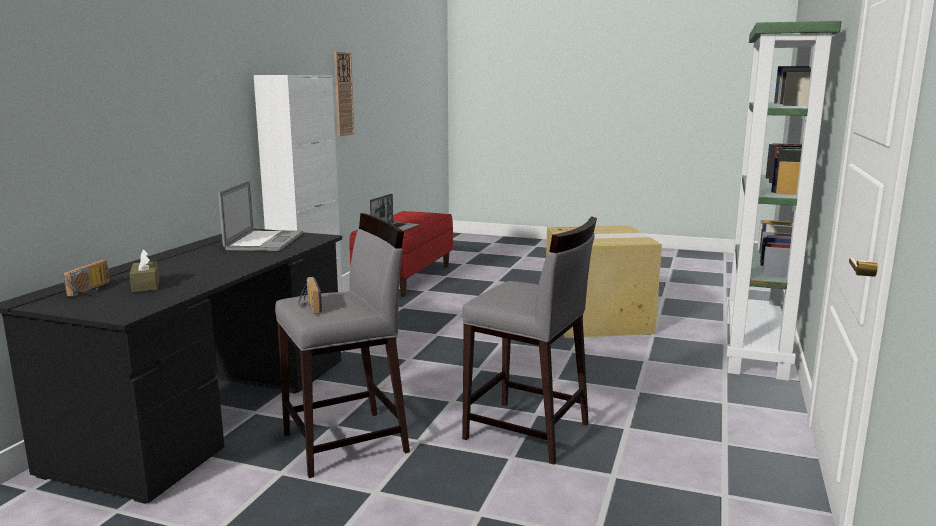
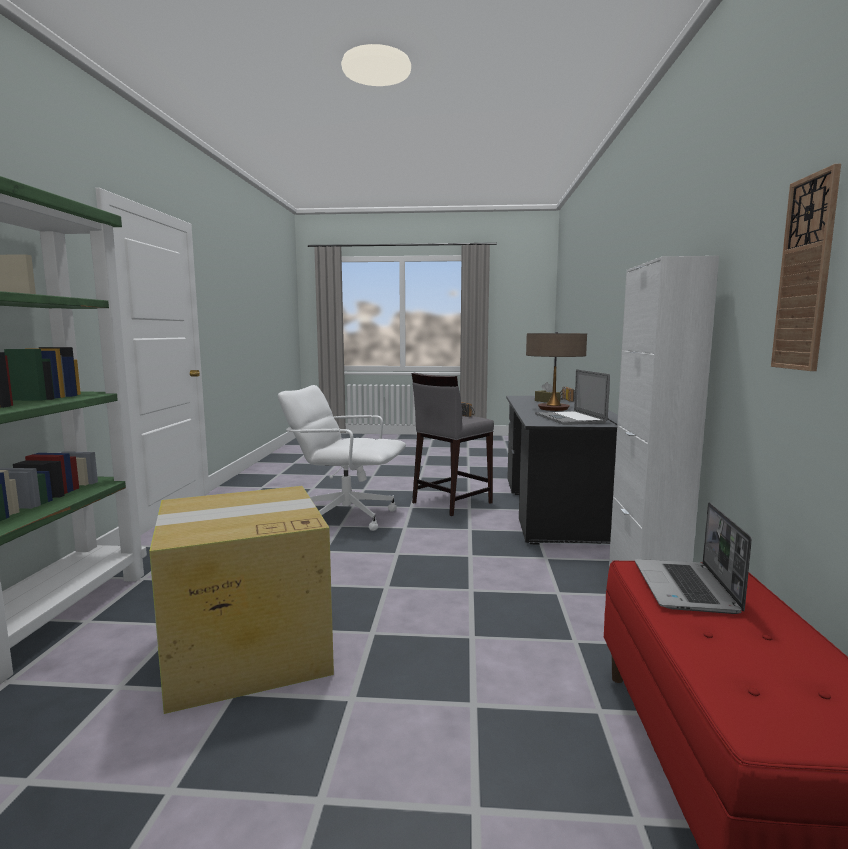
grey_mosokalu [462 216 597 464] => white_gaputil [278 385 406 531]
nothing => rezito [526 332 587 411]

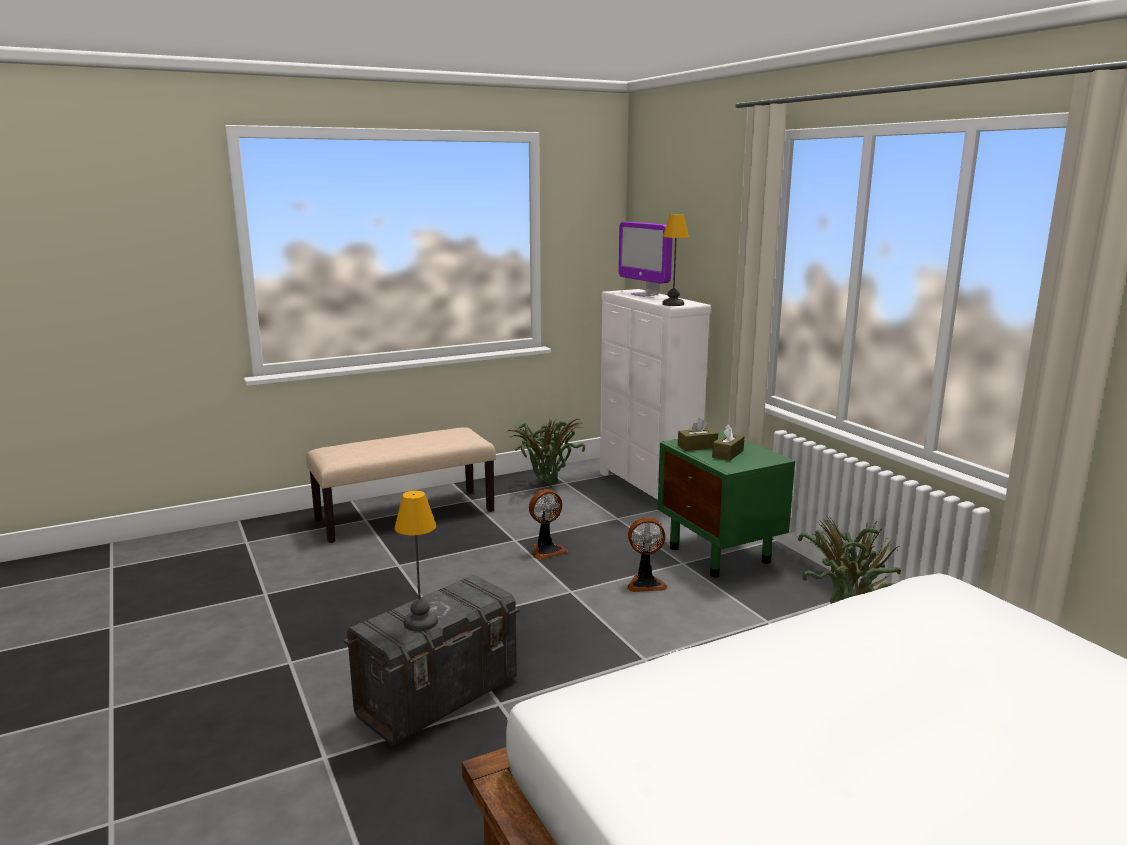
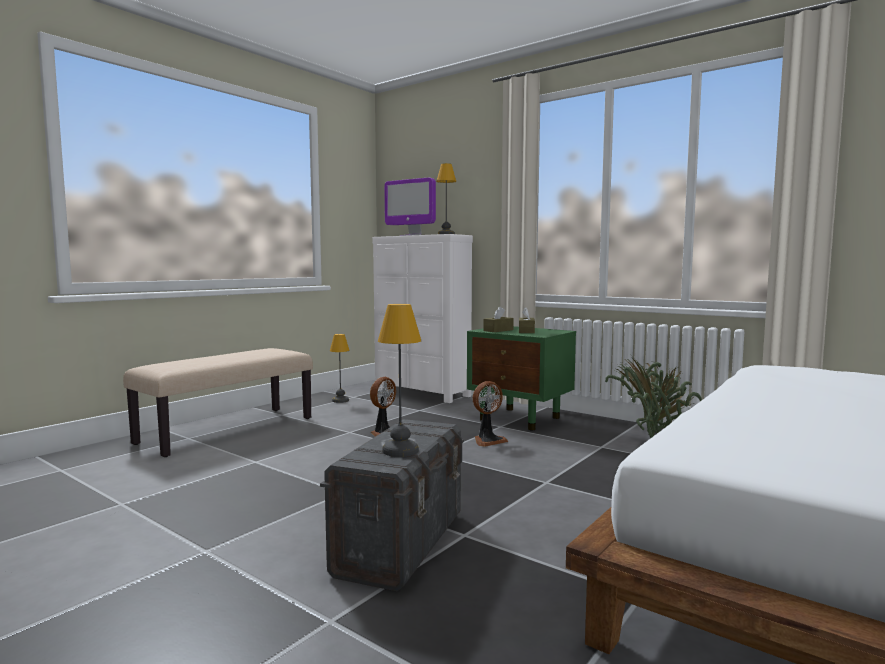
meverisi [505 417 585 488] => rezito [330 334 350 403]

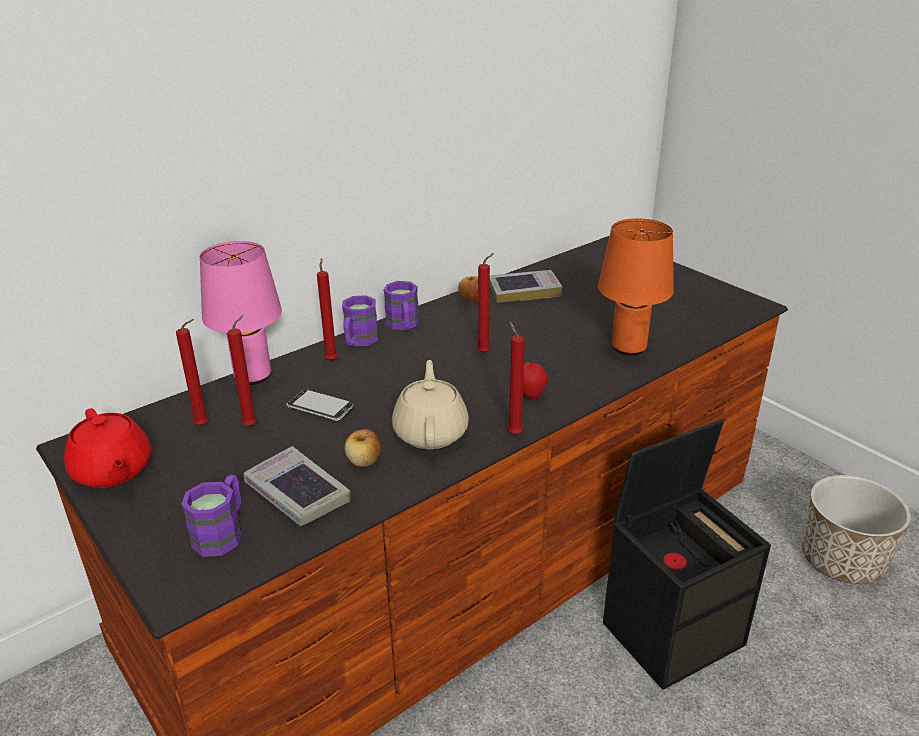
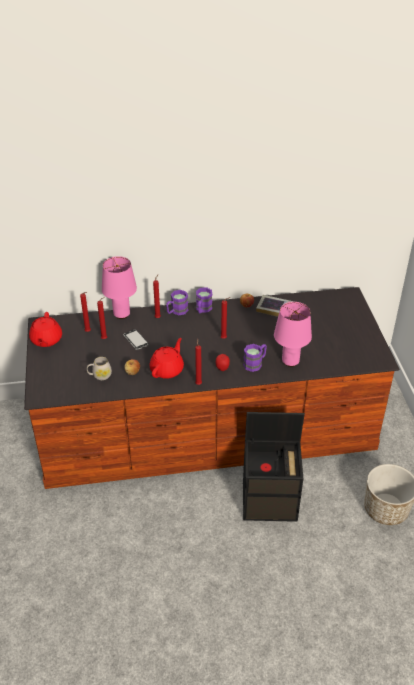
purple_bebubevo [181 475 241 557] => purple_bebubevo [243 344 267 372], moved
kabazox [244 446 350 526] => white_bebubevo [87 357 112 380]
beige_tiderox [392 360 469 449] => red_tiderox [150 338 184 379]
orange_rezito [598 218 674 356] => pink_rezito [274 302 312 367]

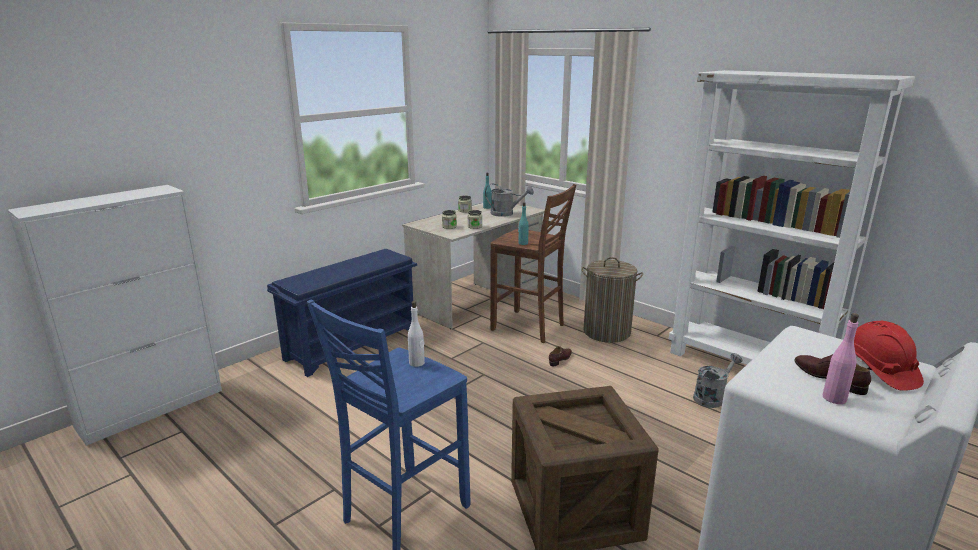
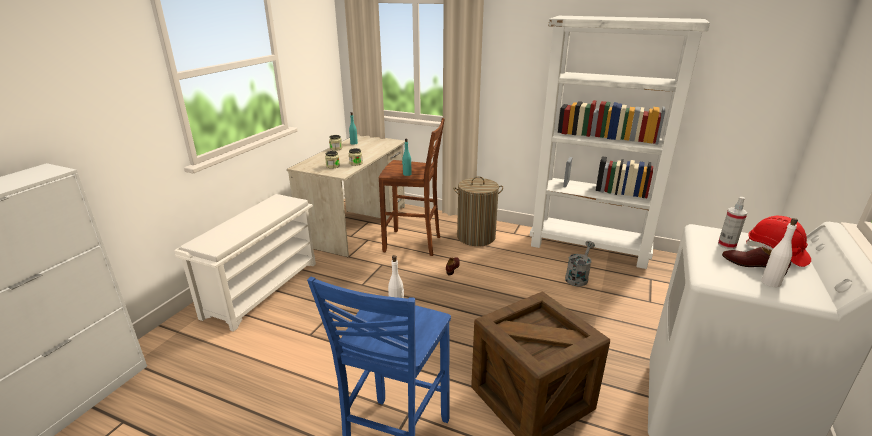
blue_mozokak [267 249 417 377] => white_mozokak [174 194 316 332]
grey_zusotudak [485 184 534 217] => nothing
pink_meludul [823 313 859 404] => white_meludul [761 218 798 287]
nothing => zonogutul [718 197 747 249]

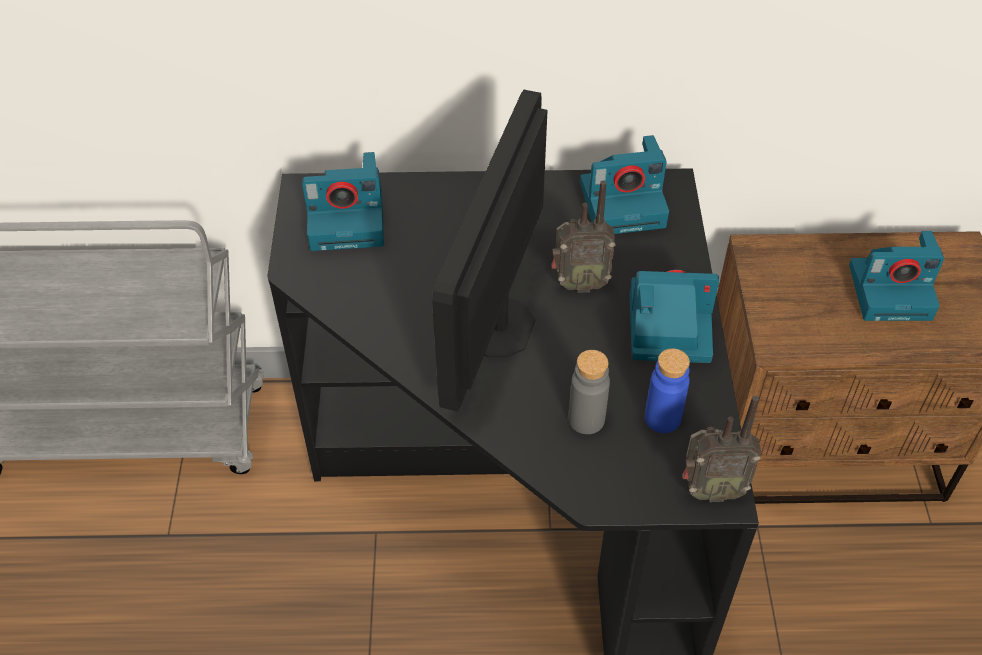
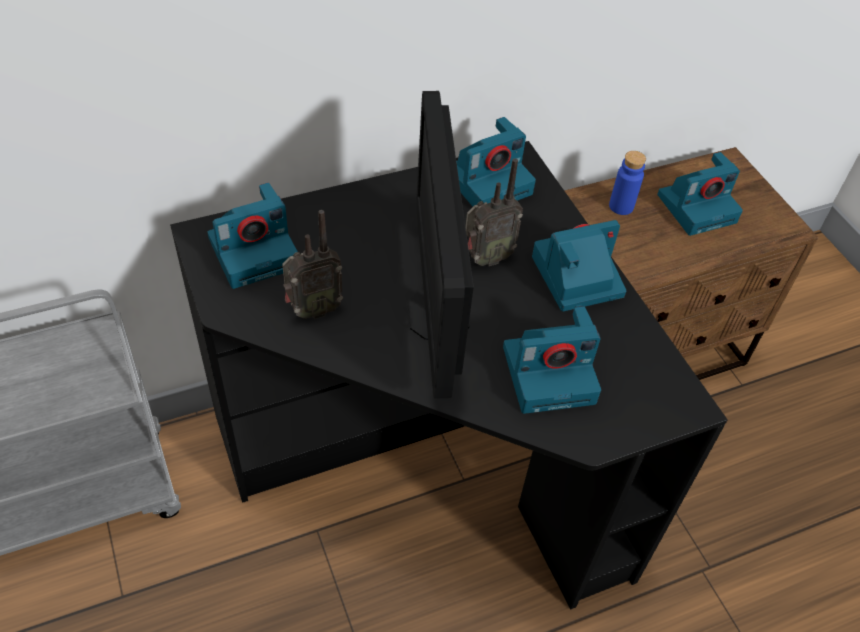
grey_meludul [569 350 610 434] => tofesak [503 306 601 414]
blue_meludul [645 348 690 433] => blue_meludul [609 151 646 215], moved
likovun [682 396 761 502] => likovun [282 210 343 319], moved

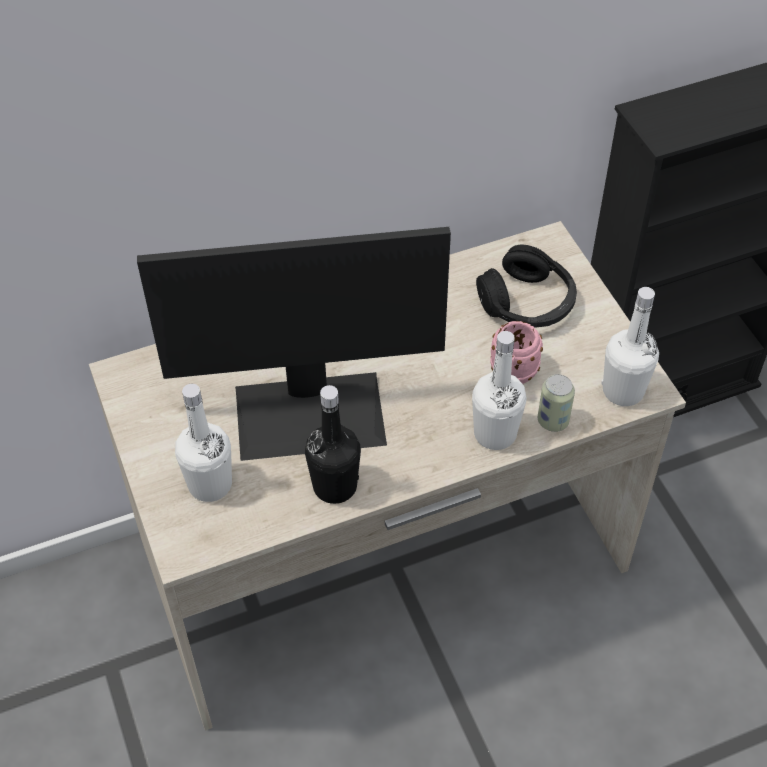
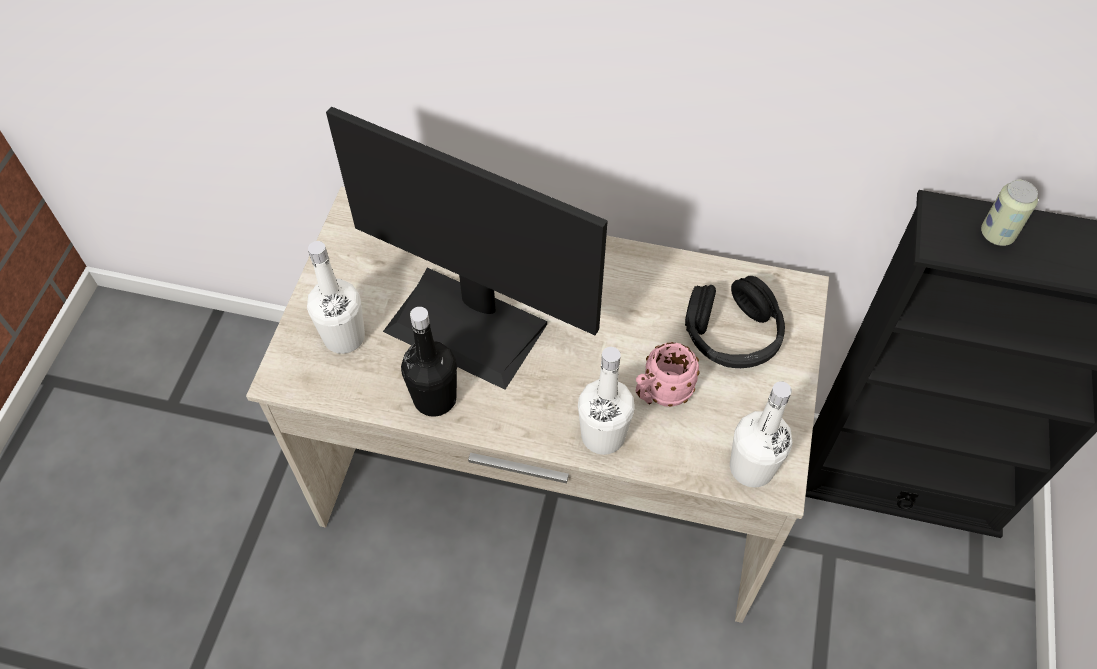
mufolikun [538 374 575 432] => mufolikun [981 180 1038 246], moved

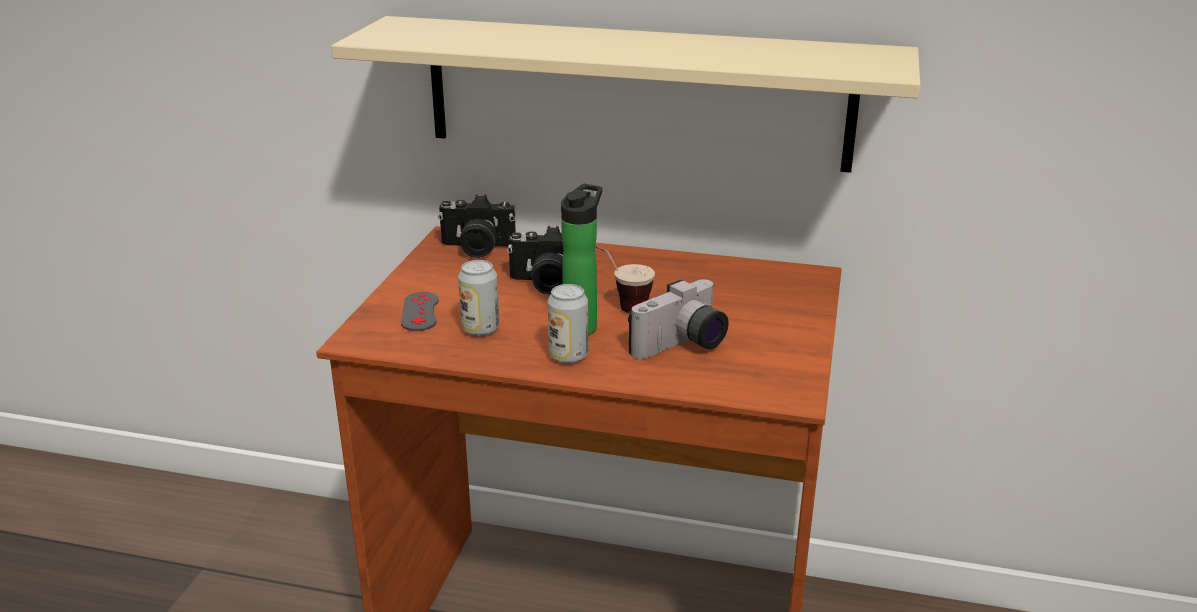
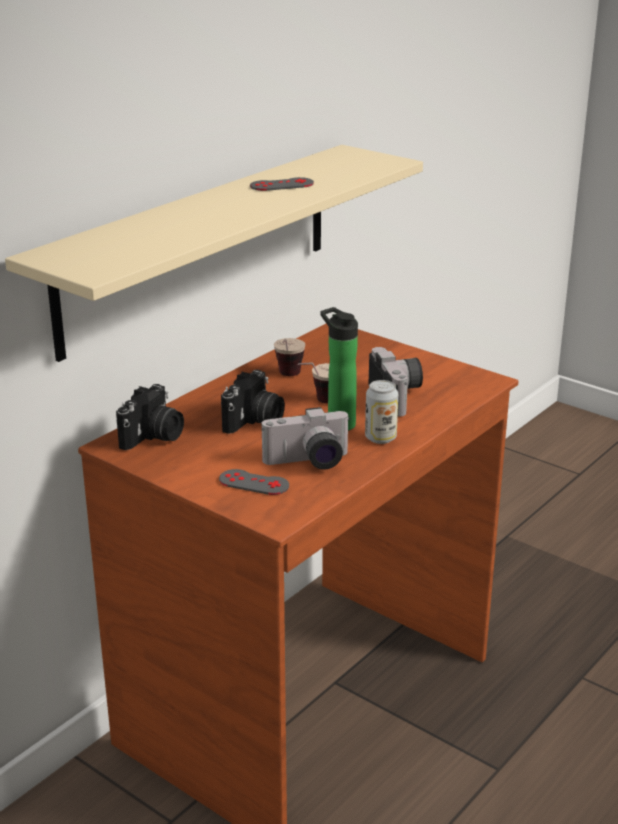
mufolikun [458 260 499 336] => tofesak [261 407 349 470]
nothing => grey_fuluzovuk [250 177 314 191]
nothing => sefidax [274 338 305 376]

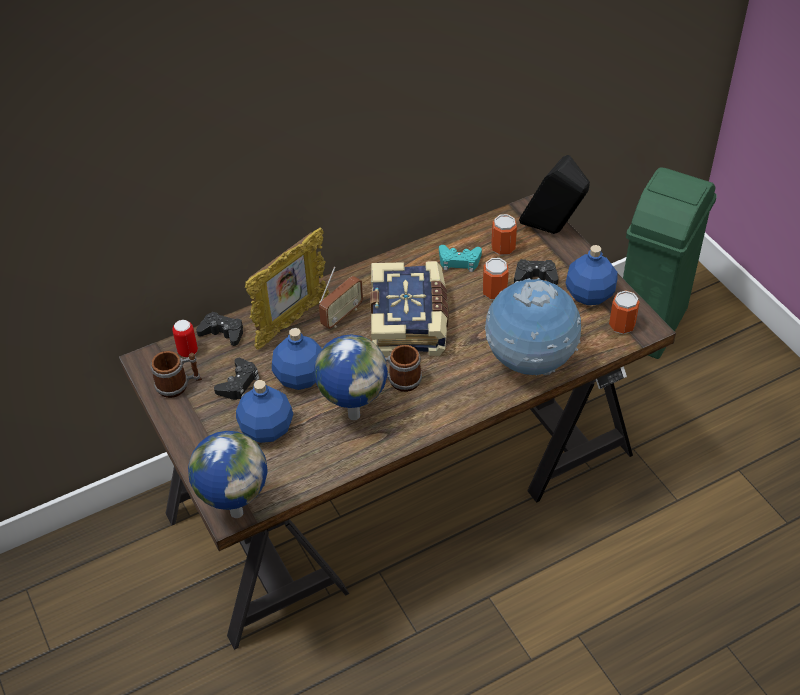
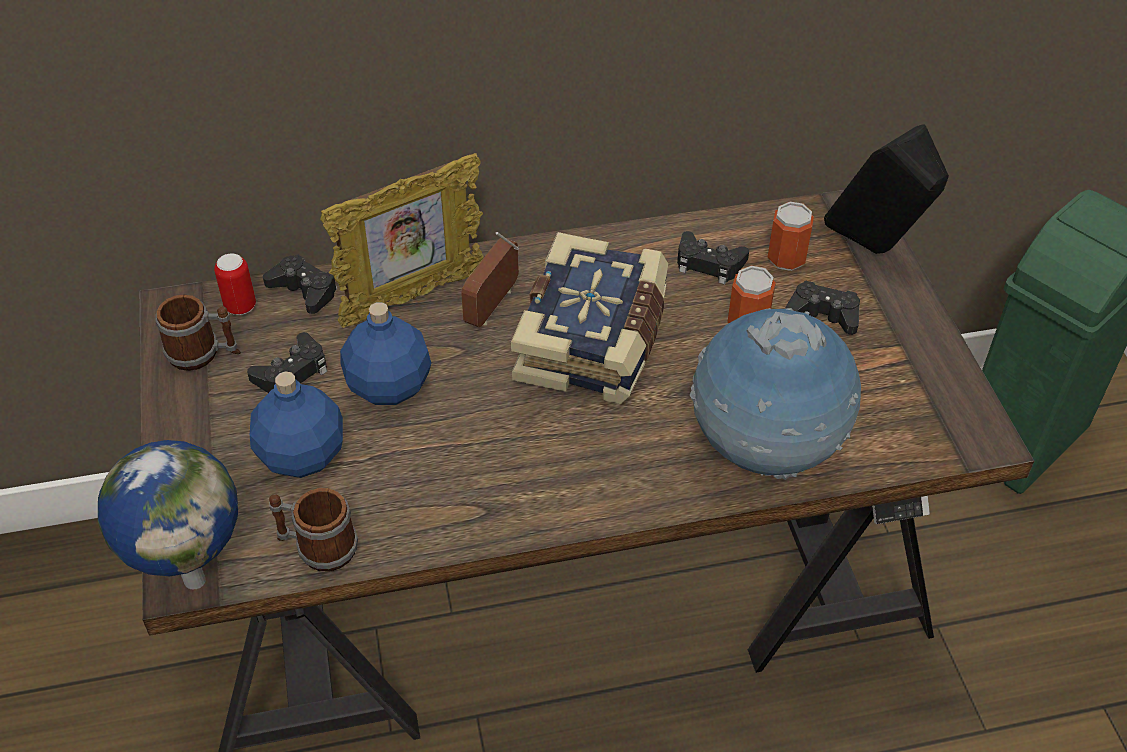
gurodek [314 334 388 420] => nothing
likovun [319 267 363 329] => likovun [461 232 519 327], 150 degrees clockwise
bebubevo [385 345 422 392] => bebubevo [269 488 358 572], moved
turquoise_fuluzovuk [439 245 482 272] => black_fuluzovuk [677 231 749 284]
blue_meludul [566 245 617 305] => nothing
mufolikun [609 290 640 334] => nothing

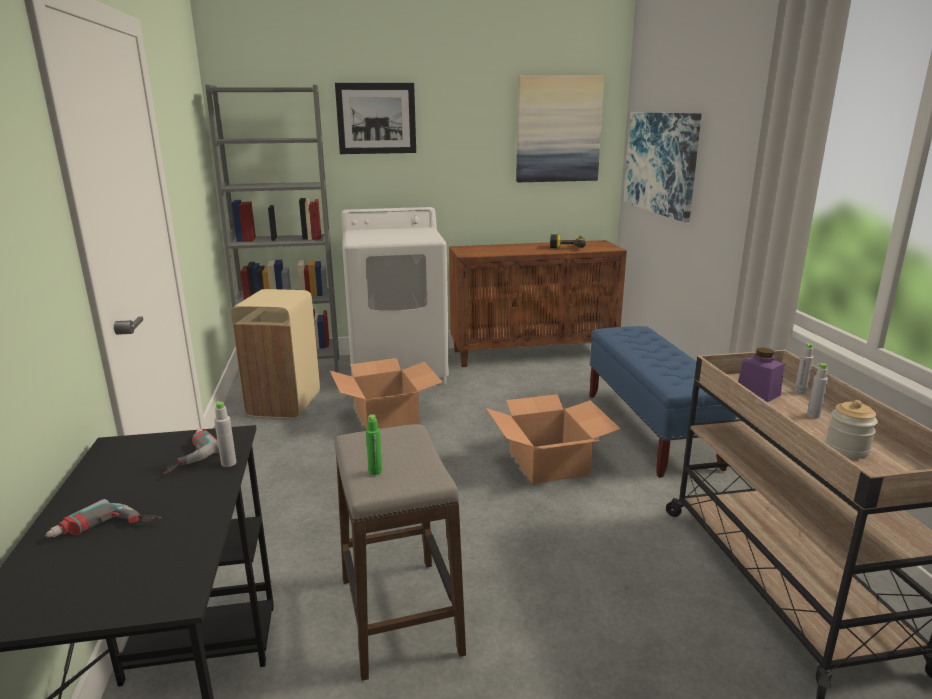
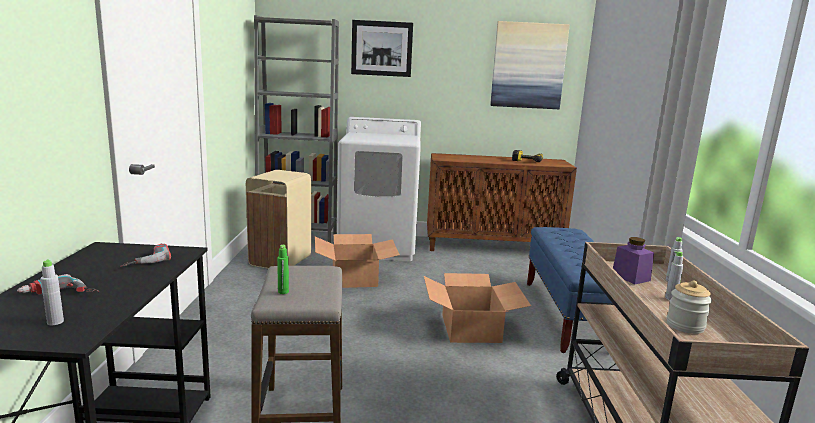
grey_meludul [214 401 236 467] => grey_meludul [41 259 64 325], moved
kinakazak [623 113 702 222] => nothing

